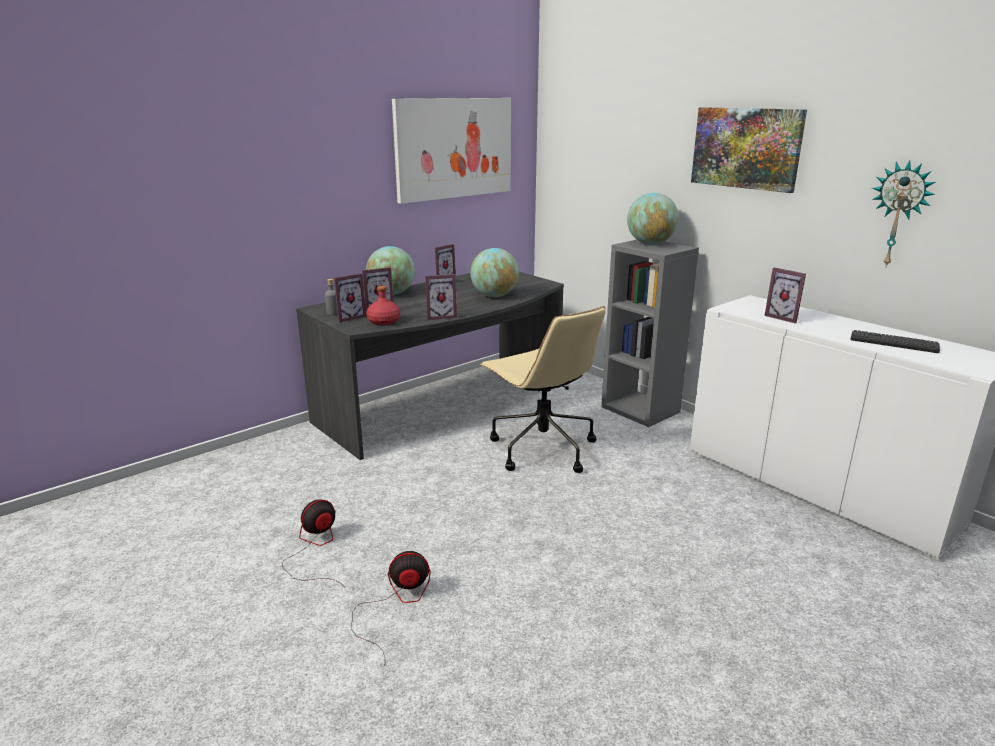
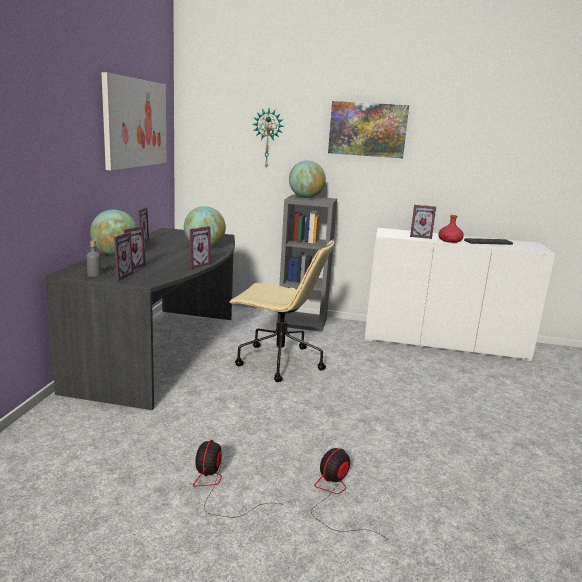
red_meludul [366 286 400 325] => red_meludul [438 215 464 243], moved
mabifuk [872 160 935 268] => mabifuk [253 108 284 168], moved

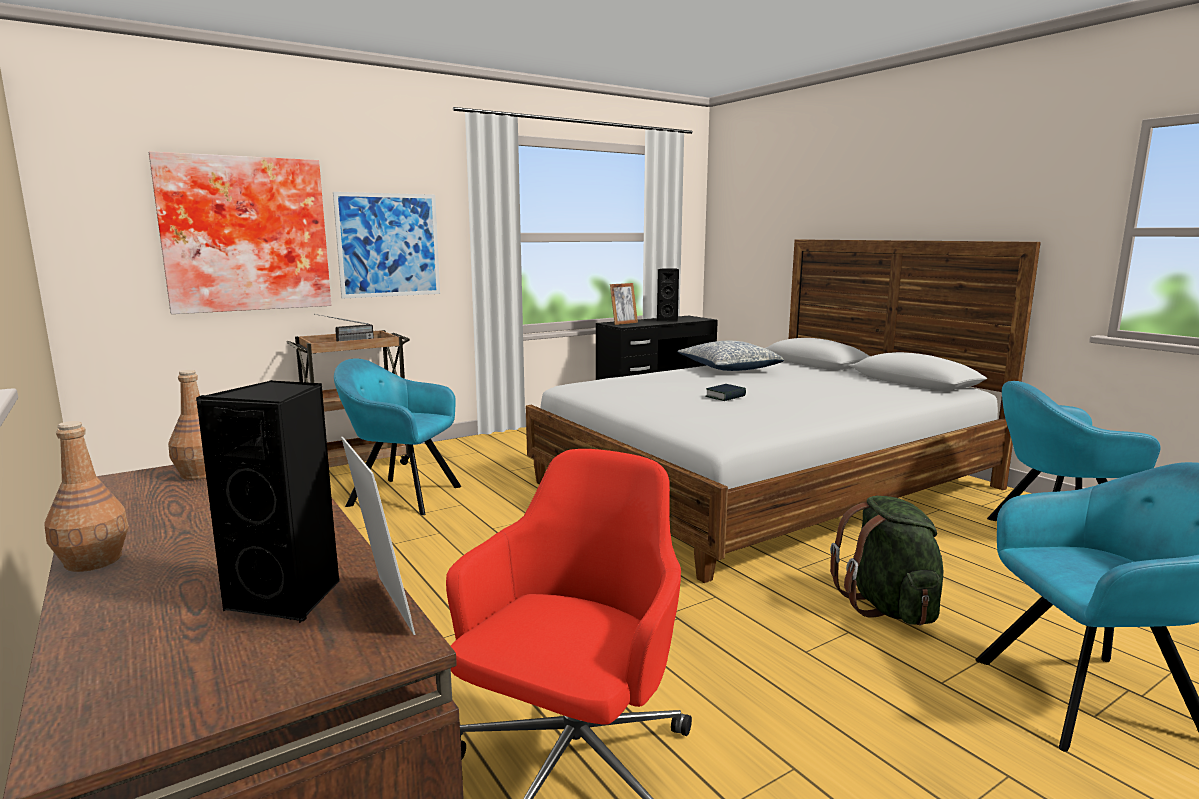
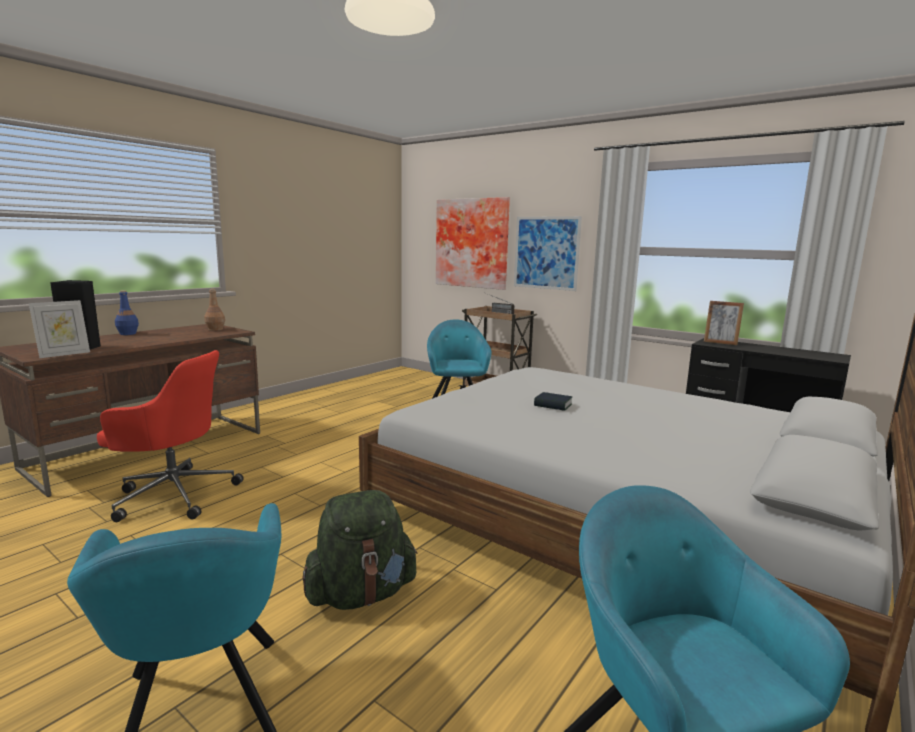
brown_meludul [44 421 129 572] => blue_meludul [115 290 139 335]
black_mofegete [657 268 679 322] => nothing
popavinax [677 341 784 371] => nothing

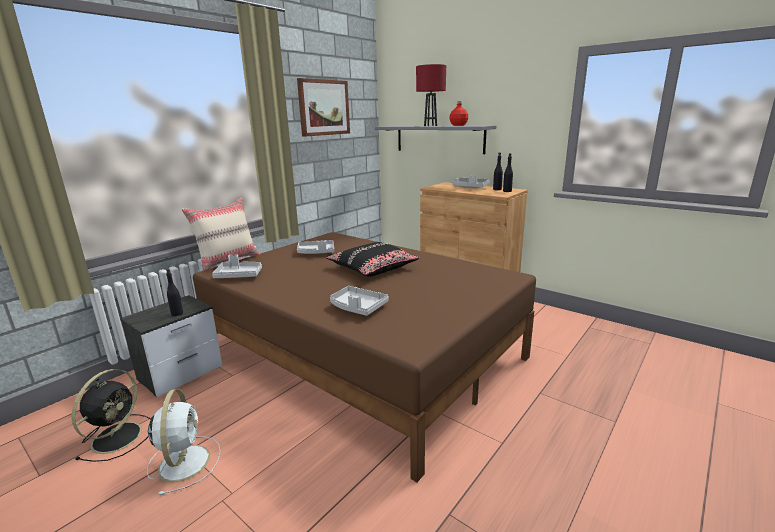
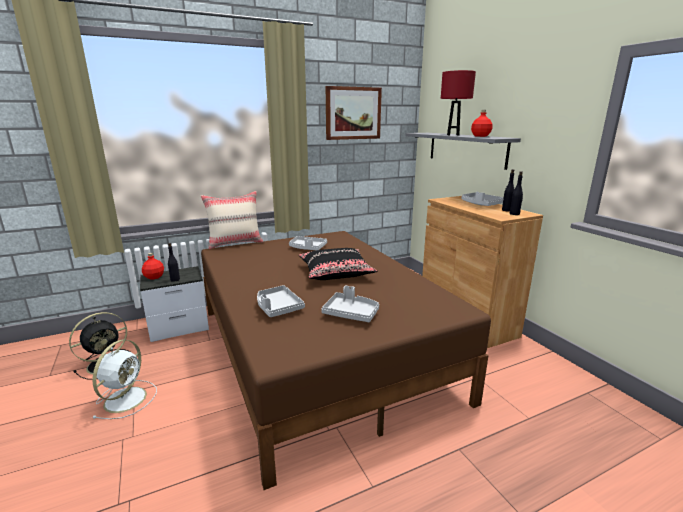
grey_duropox [212 254 262 278] => grey_duropox [321 286 379 322], moved
nothing => red_meludul [142 253 164 279]

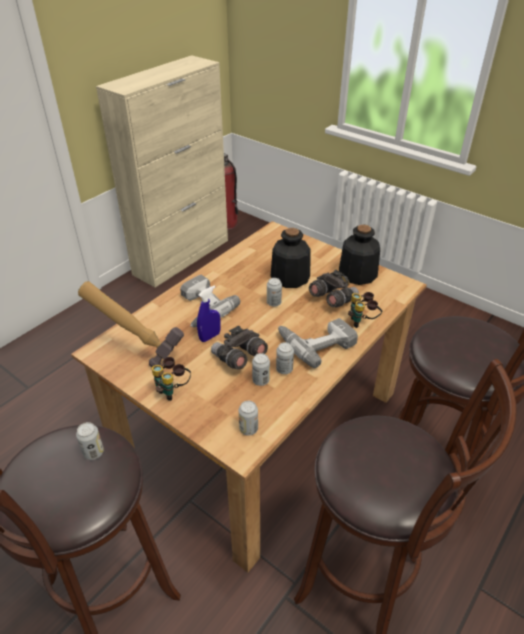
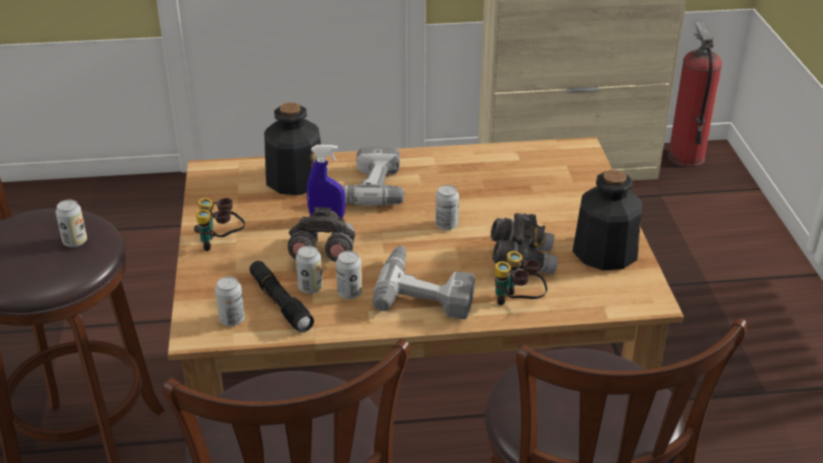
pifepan [78 281 184 368] => nothing
meludul [271 228 310 288] => meludul [264 102 321 195], moved
nothing => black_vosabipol [250 261 314 332]

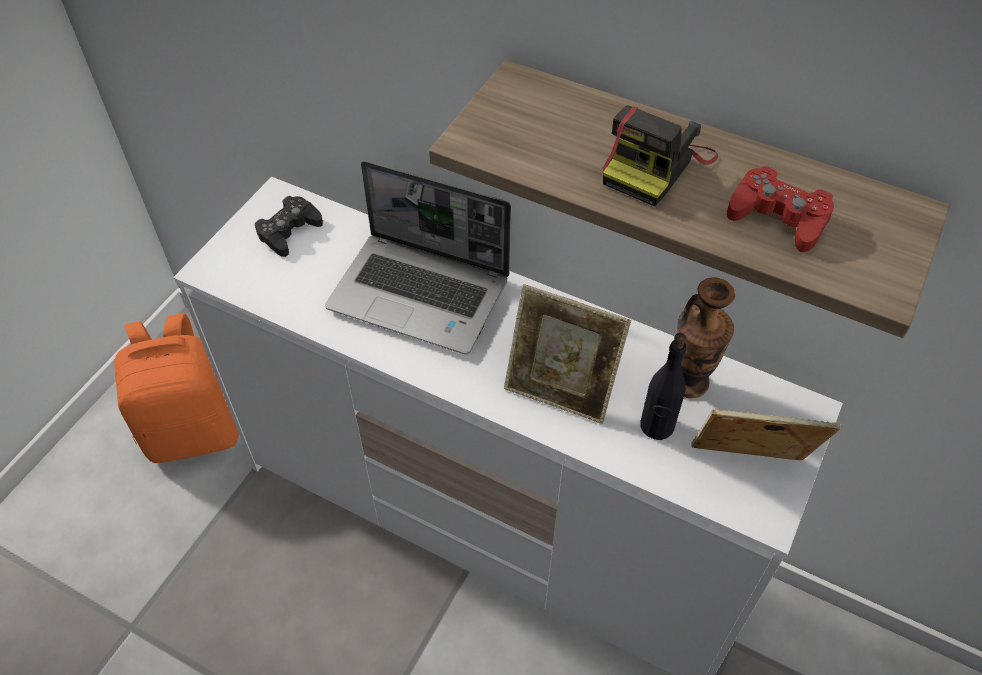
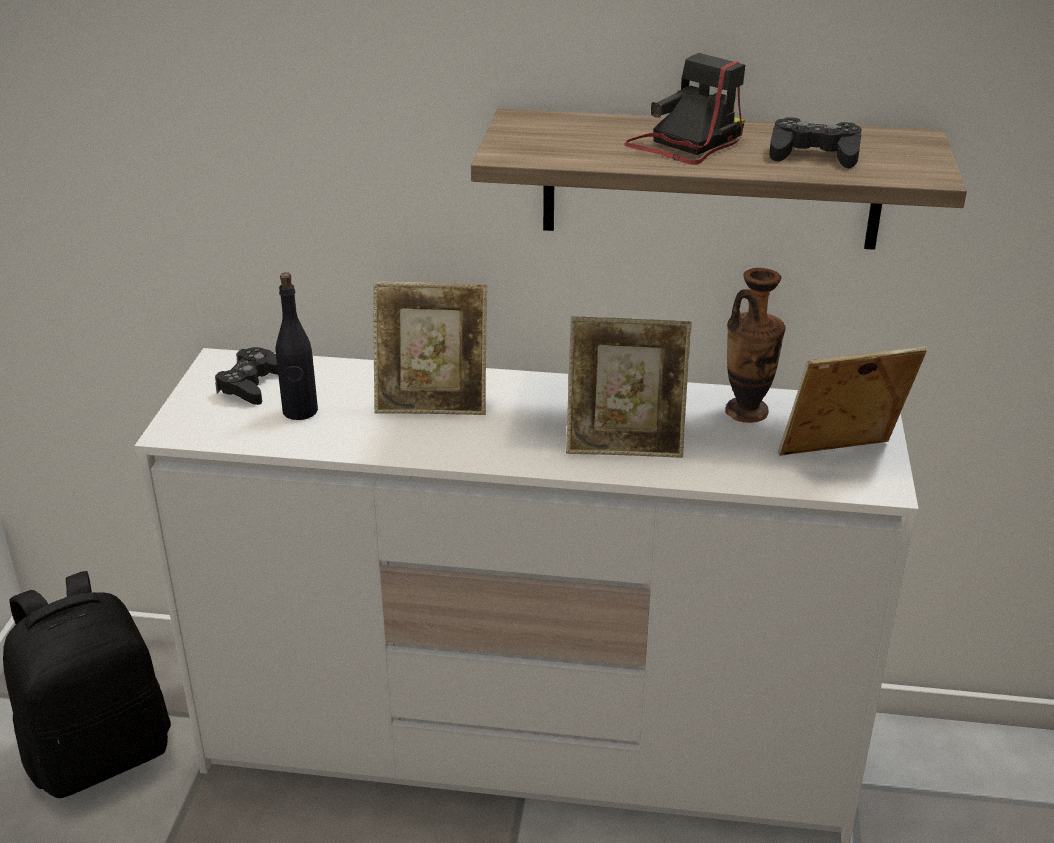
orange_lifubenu [114 313 239 463] => black_lifubenu [3 571 171 798]
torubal [325 161 511 354] => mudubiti [373 282 487 415]
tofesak [603 105 718 207] => tofesak [624 53 745 165], 150 degrees counterclockwise
black_meludul [640 333 686 440] => black_meludul [276 272 318 420], moved
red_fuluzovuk [727 166 834 252] => black_fuluzovuk [769 117 862 168]

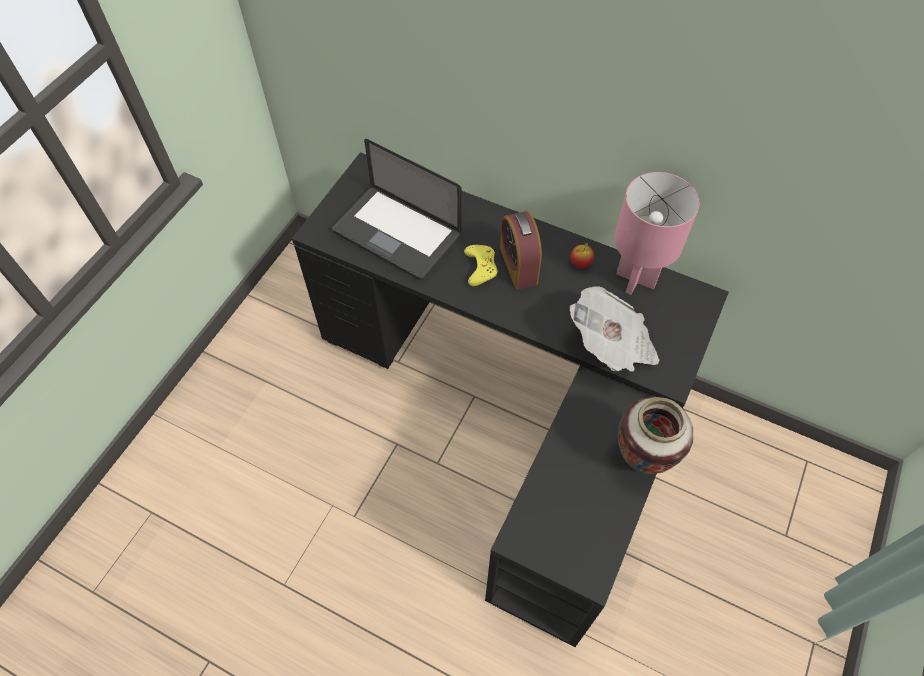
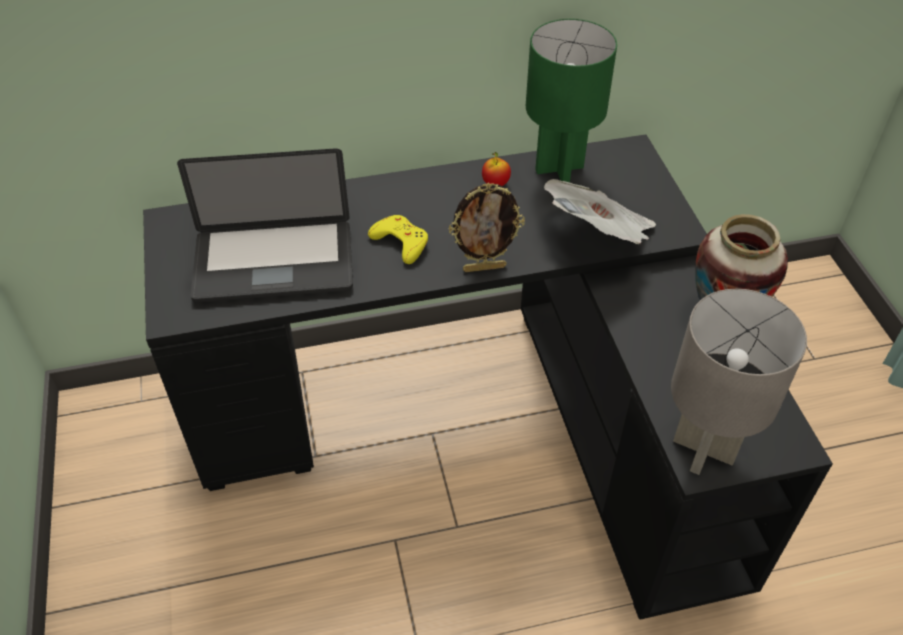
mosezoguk [500 211 542 289] => nothing
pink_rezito [614 172 700 295] => green_rezito [526 19 617 183]
nothing => mudubiti [449 183 525 272]
nothing => grey_rezito [671 289 807 475]

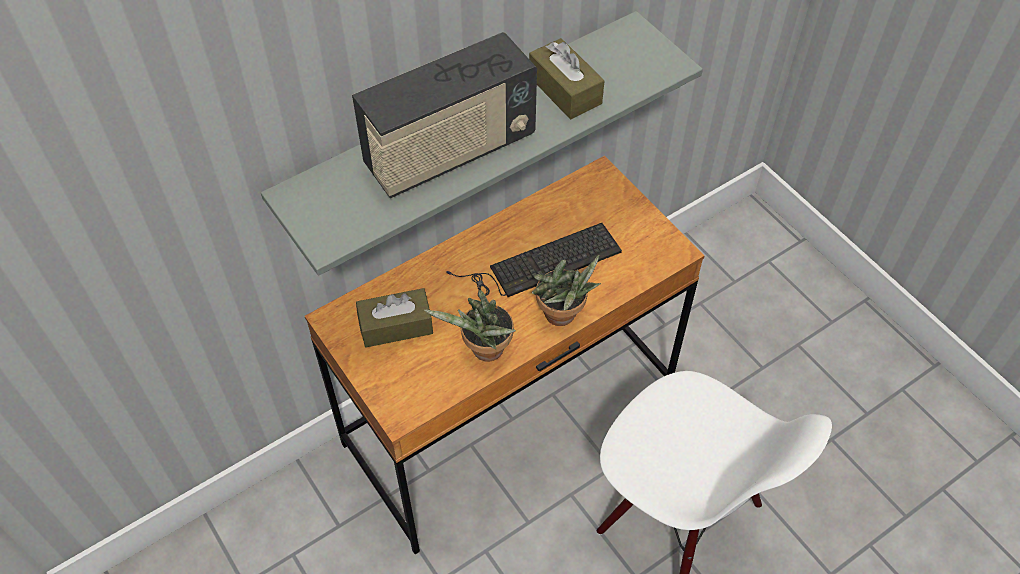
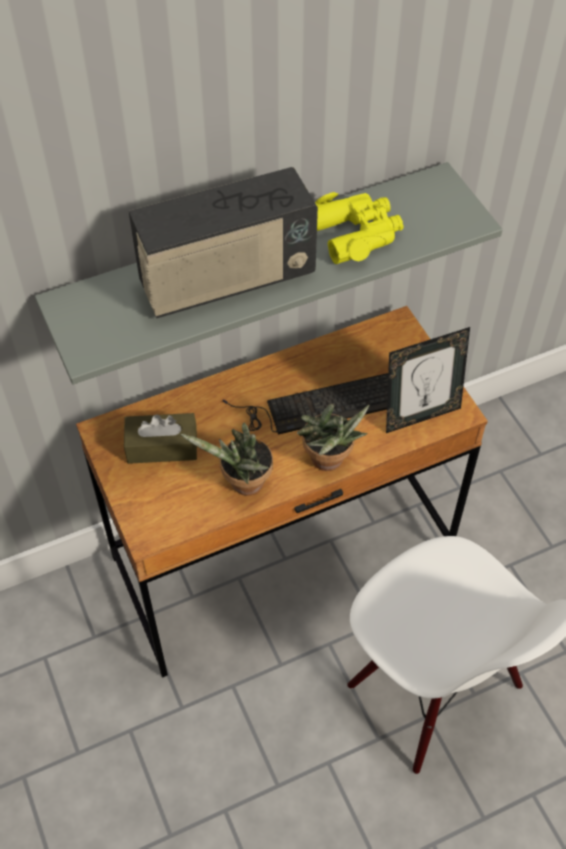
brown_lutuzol [529 38 605 119] => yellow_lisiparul [315 192 404 264]
nothing => mudubiti [386 327 470 433]

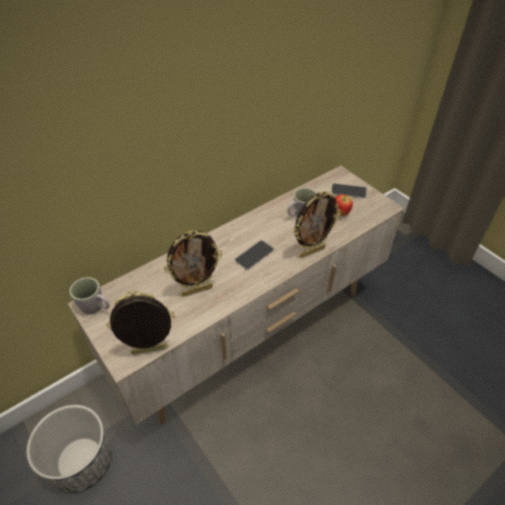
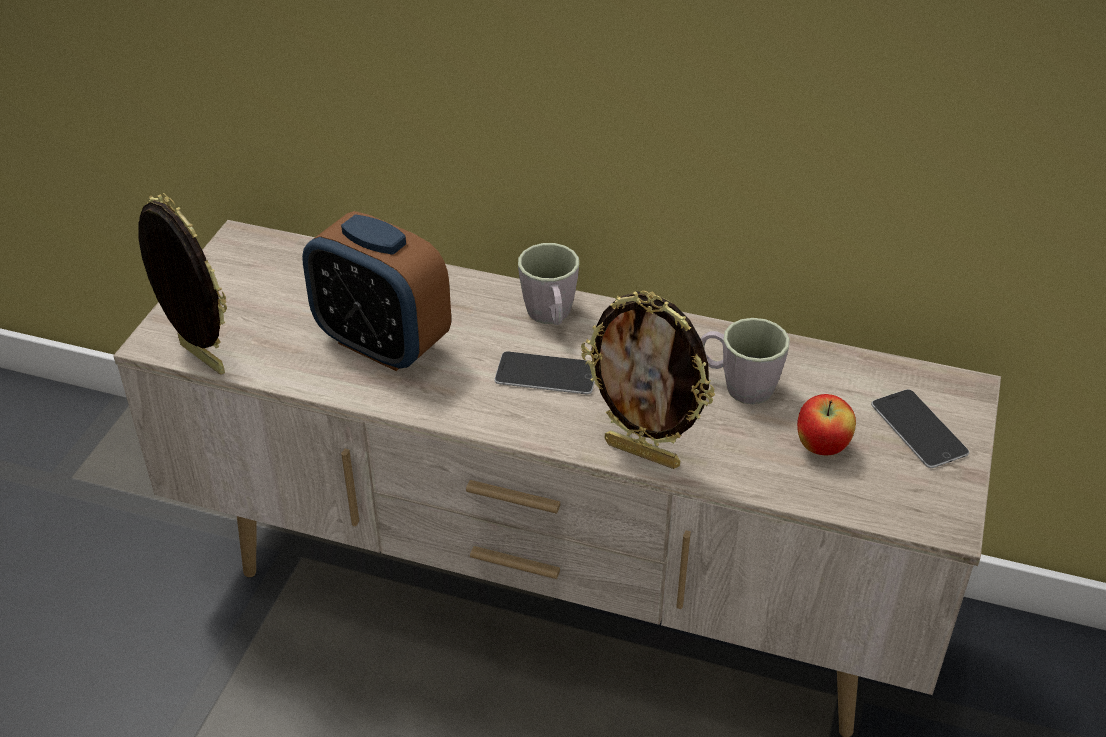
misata [27 405 112 493] => nothing
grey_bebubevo [69 277 110 315] => grey_bebubevo [518 243 579 325], moved
mudubiti [164 231 222 297] => mosezoguk [302 211 451 371]

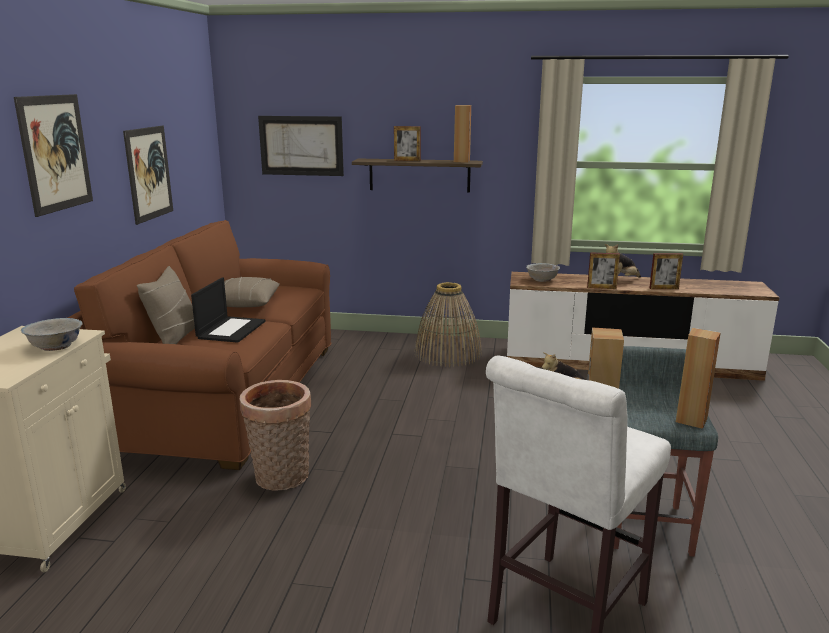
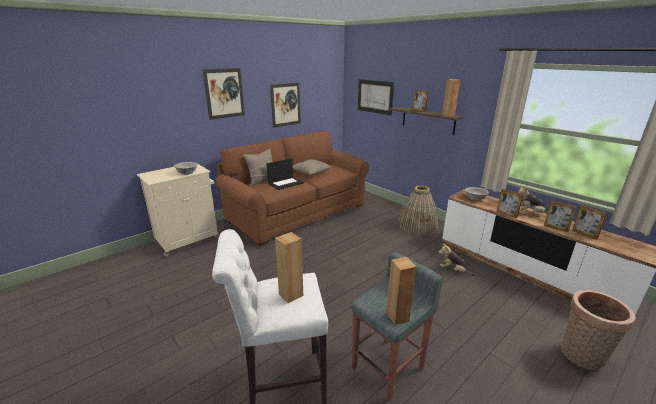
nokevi [240 380 311 491] => nokevi [561 290 636 370], moved
nothing => mudubiti [572 205 607 239]

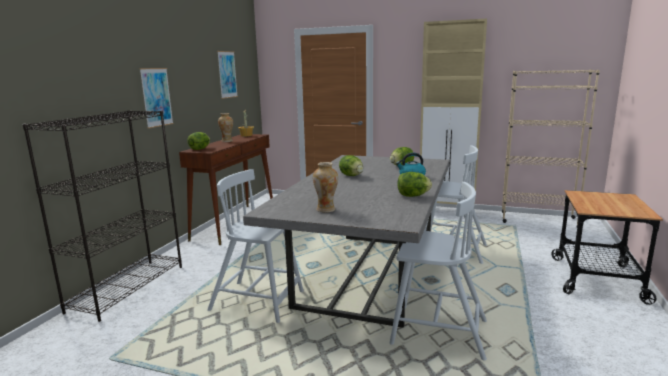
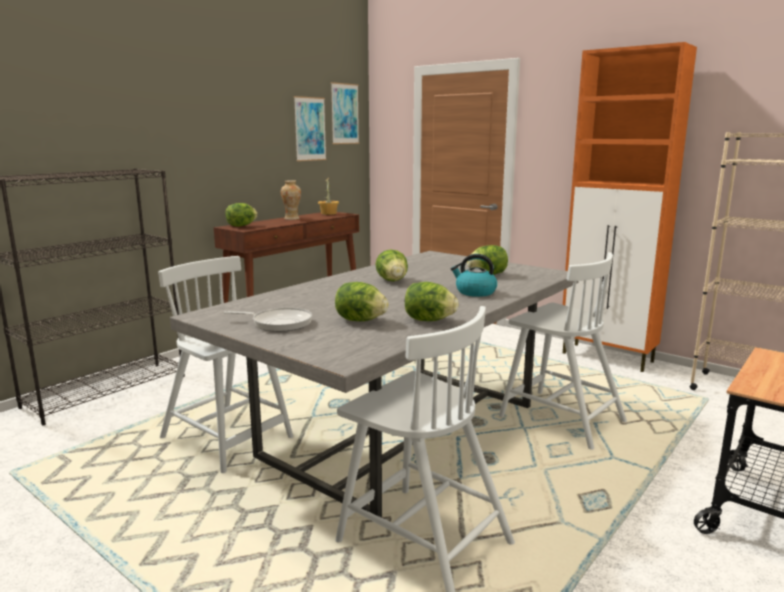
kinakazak [139 68 174 129] => kinakazak [331 82 359 144], moved
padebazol [313 162 338 212] => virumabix [224 308 312 332]
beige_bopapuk [420 19 487 206] => orange_bopapuk [563 42 697 372]
nothing => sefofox [335 282 389 321]

